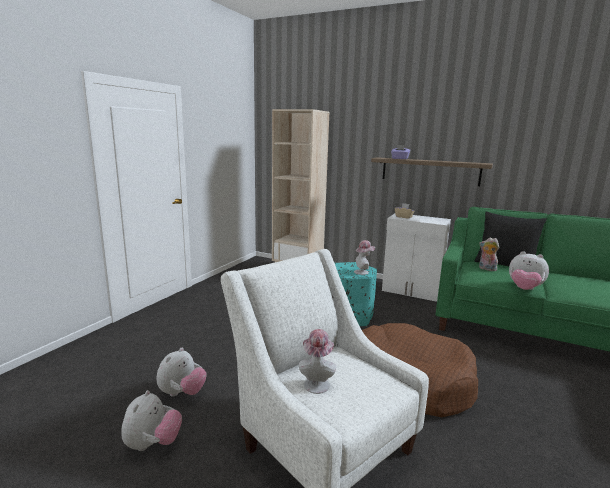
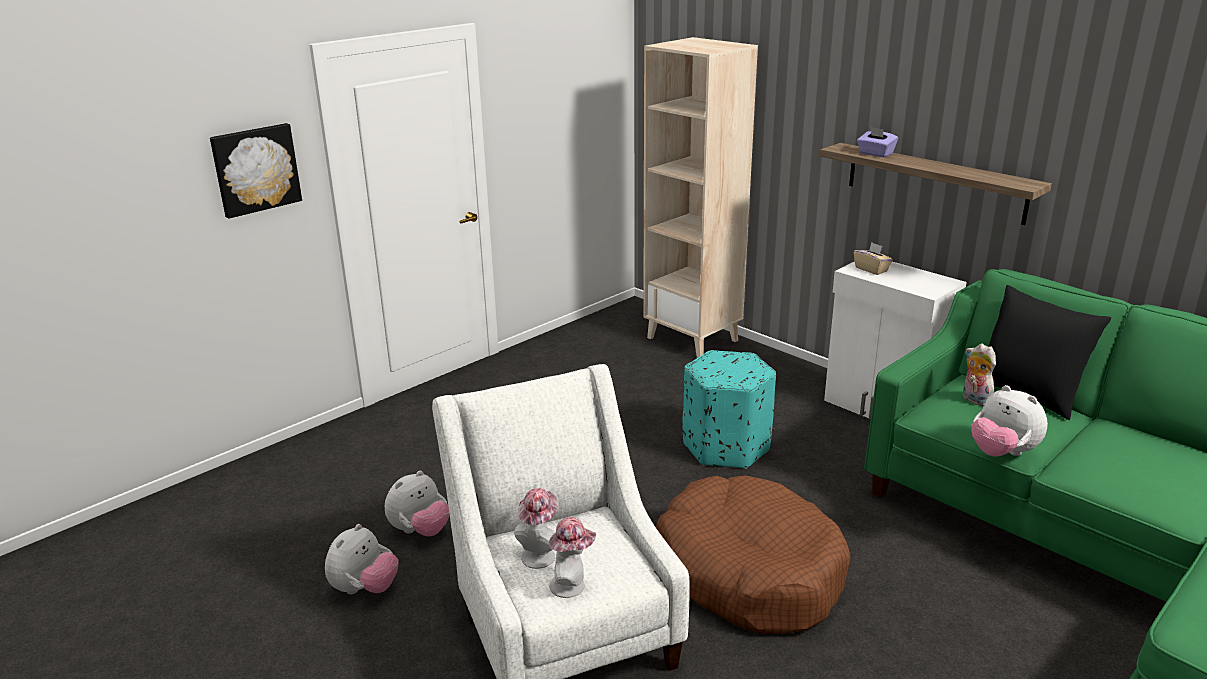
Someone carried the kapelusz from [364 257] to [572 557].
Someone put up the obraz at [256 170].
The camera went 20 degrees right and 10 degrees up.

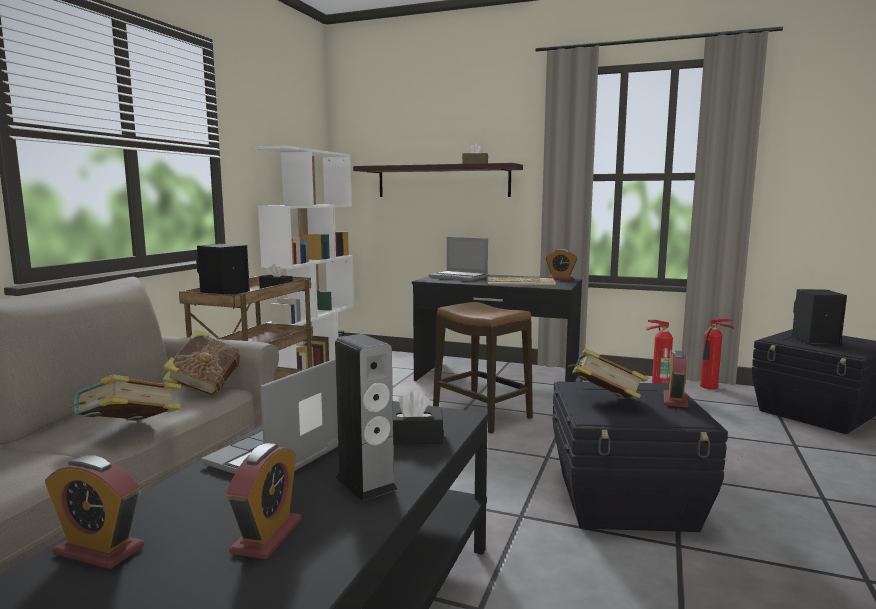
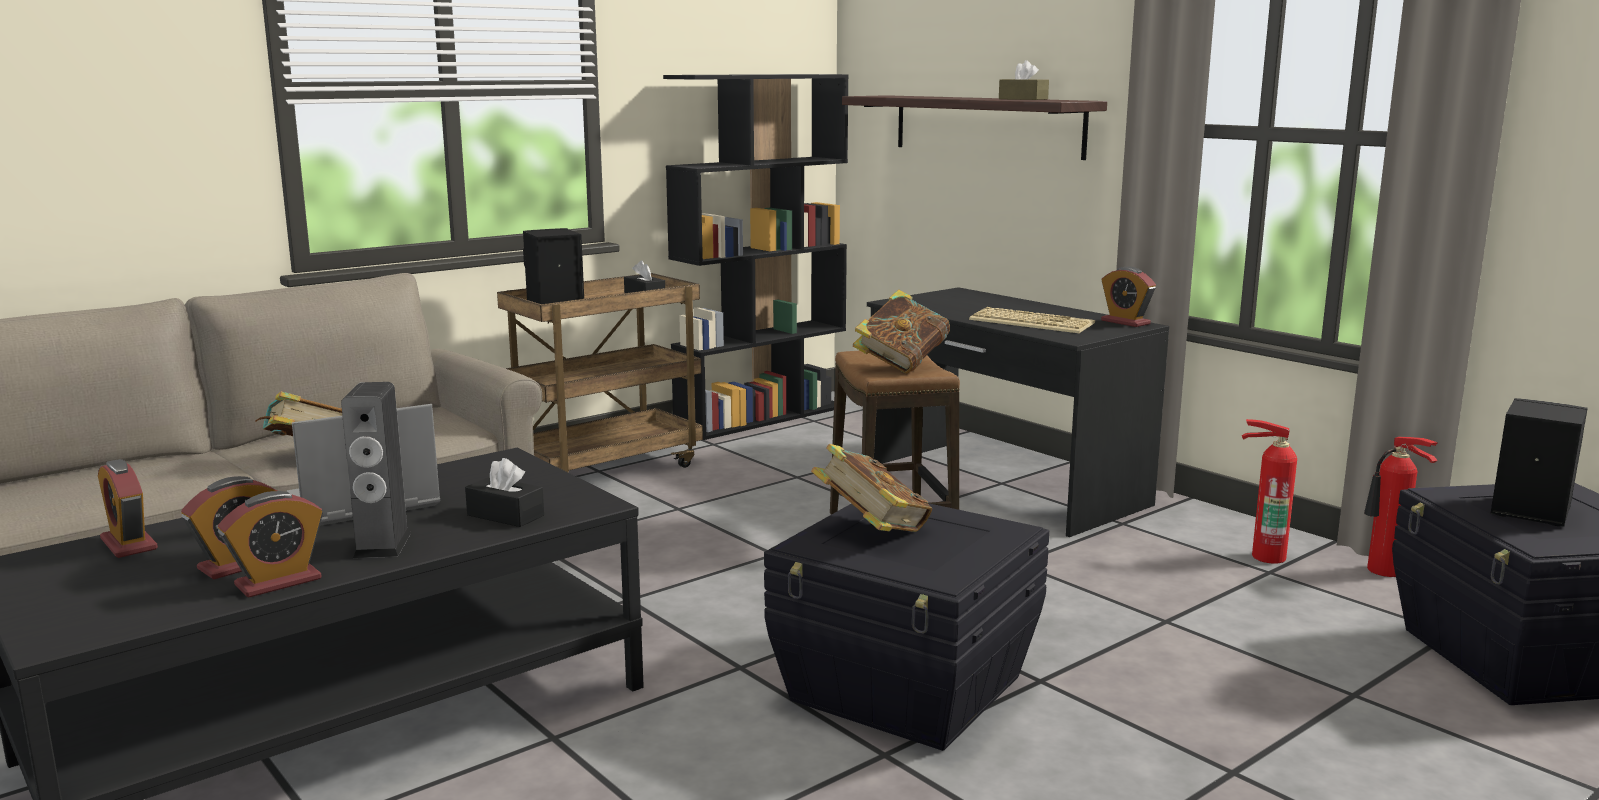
Someone carried the książka from [201 363] to [901 331].
Someone repainted the regał/biały at [304 257], which became the regał/czarny at [756 257].
Someone took away the laptop at [458 259].
Someone carried the budzik from [676 379] to [270 544].
The camera went 30 degrees right and 5 degrees up.

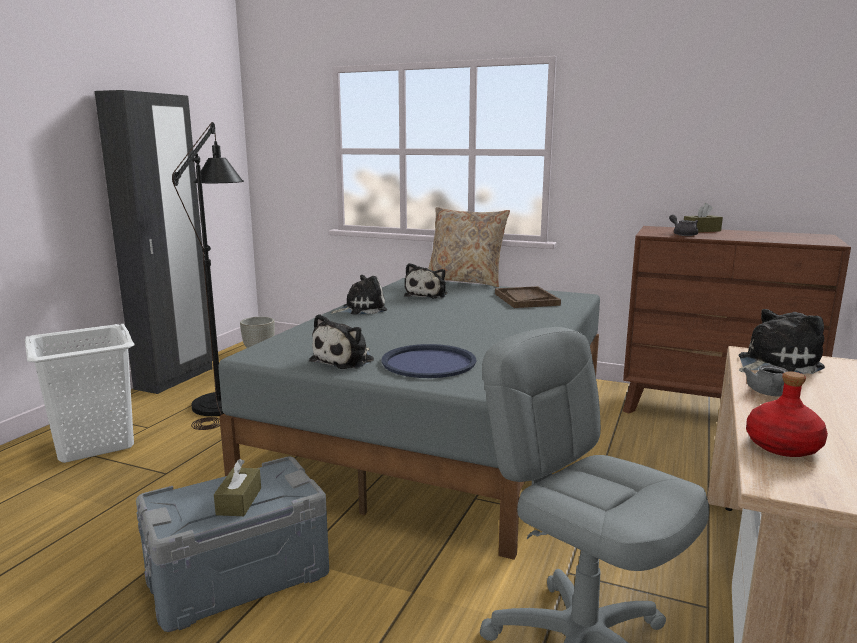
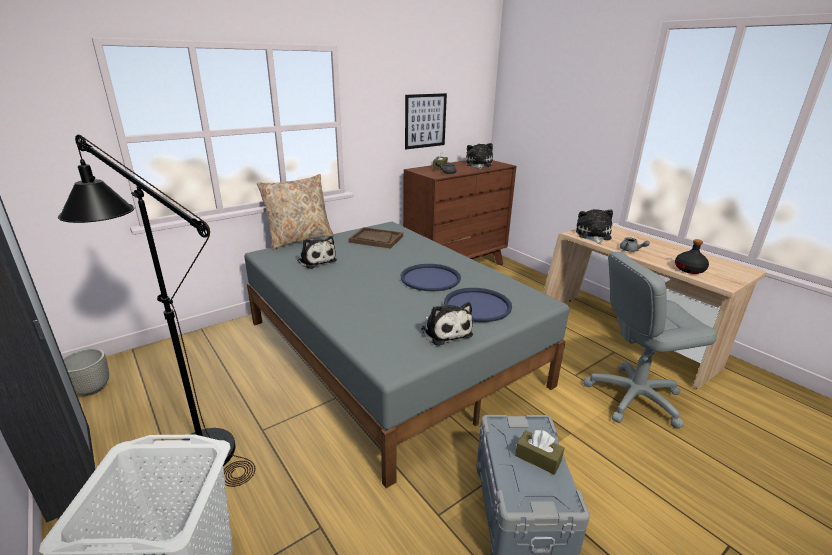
Someone carried the pluszak from [359 294] to [479 156].
Someone repainted the butelka/czerwony at [787 414], which became the butelka/czarny at [692 256].
Someone put down the taca/niebieski at [431 278].
Someone put up the obraz at [426 121].
The camera went 60 degrees left and 10 degrees up.

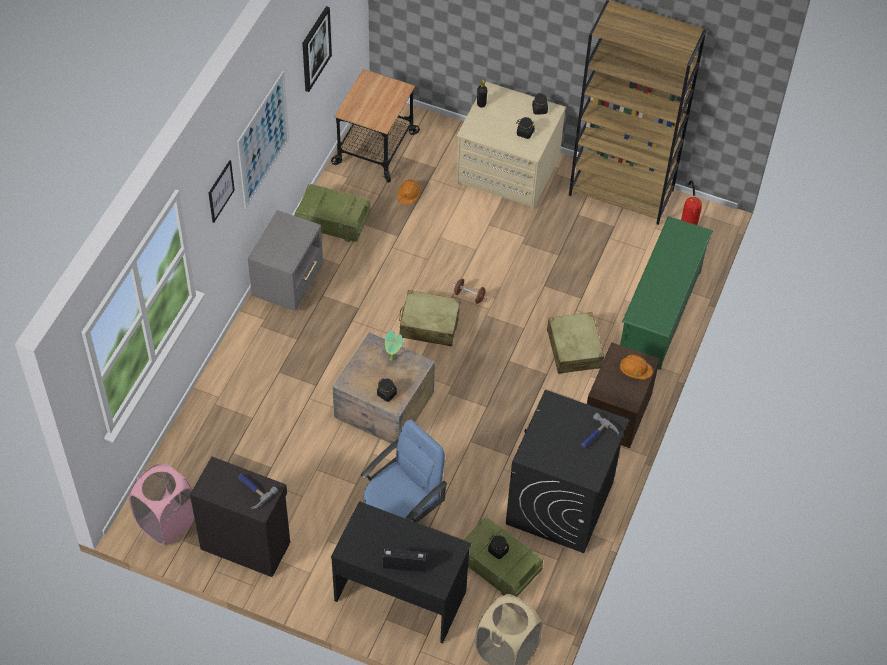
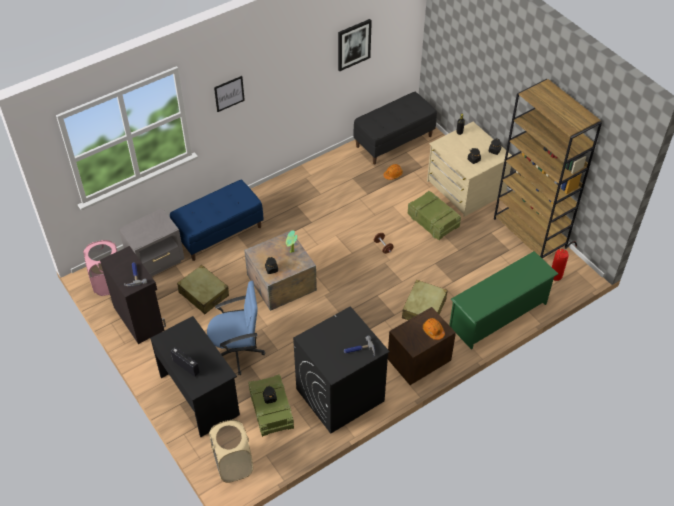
Someone took away the obraz at [263 140].
Someone carried the szafka nocna/szary from [285 260] to [152 242].
Someone carried the skrzynka from [332 213] to [434 215].
Someone swapped the wózek at [375 126] for the ławka/czarny at [395 128].
Someone carried the walizka/beżowy from [429 318] to [203 289].
Someone put down the ławka/niebieski at [217 220].
The camera went 35 degrees right and 5 degrees down.

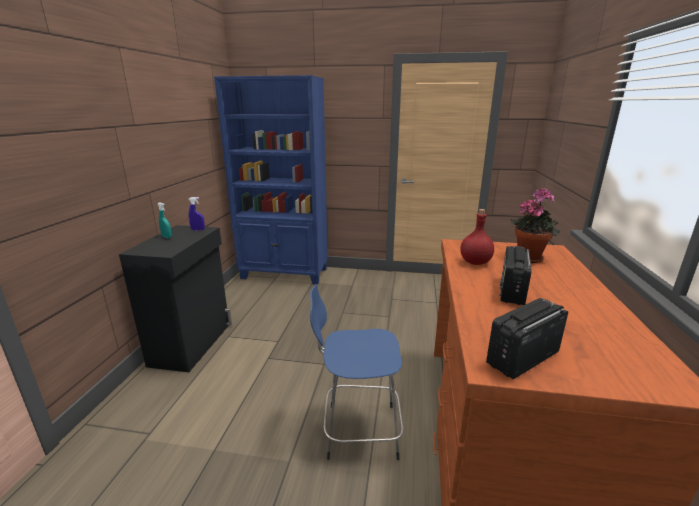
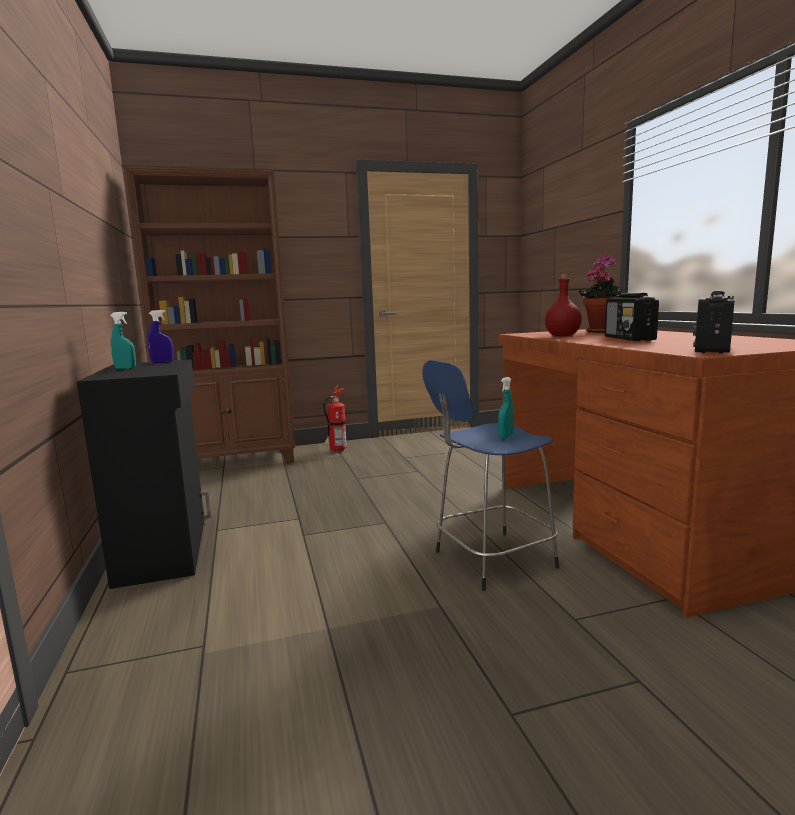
Someone repainted the regał/niebieski at [271 180], which became the regał/brązowy at [209 315].
Someone put down the gaśnica at [335 418].
Someone put down the spryskiwacz/turkusowy at [506 408].
The camera went 25 degrees left and 10 degrees down.

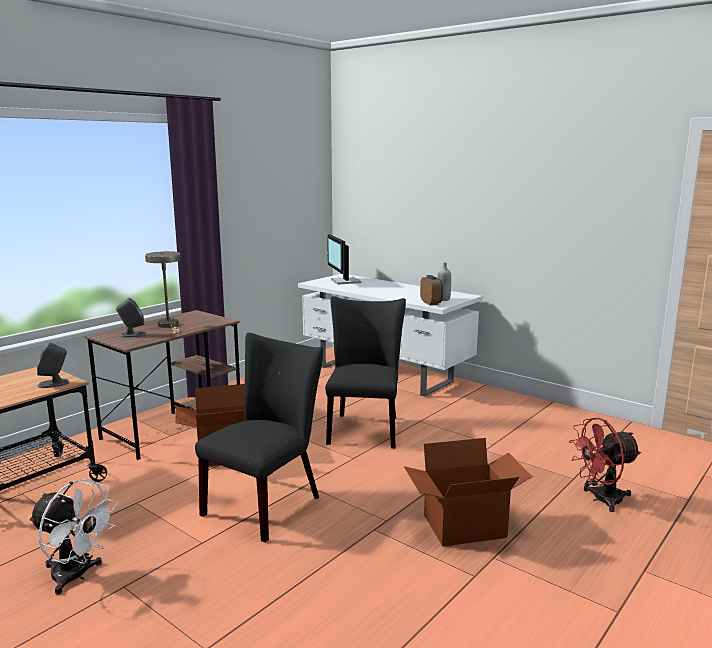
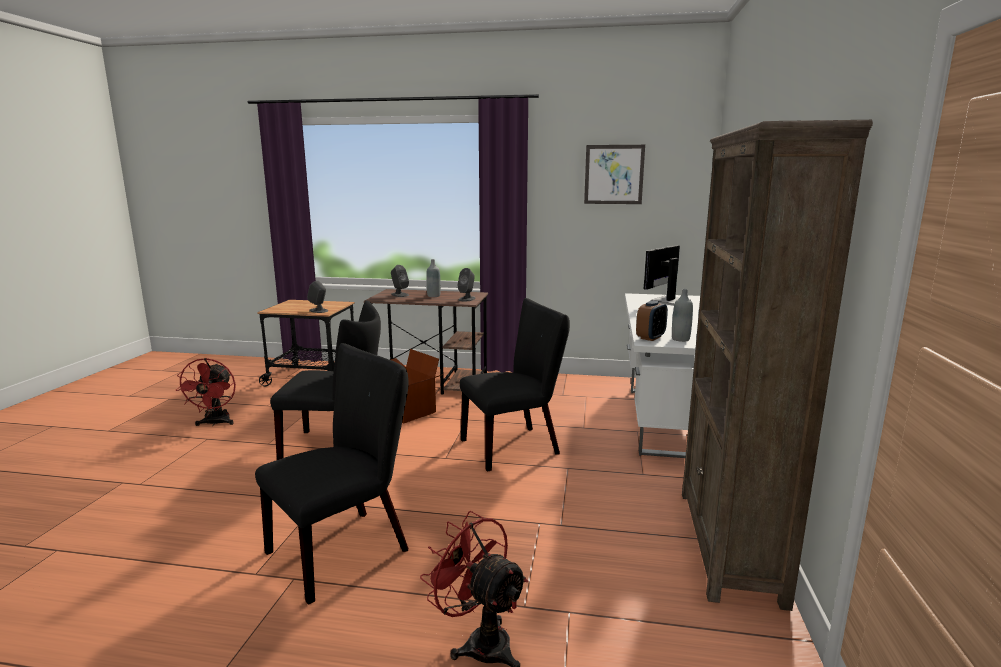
Someone repainted the wentylator/biały at [73 537], which became the wentylator/czerwony at [205 392].
Someone swapped the lampa stołowa/beżowy at [163 292] for the butelka/szary at [433 278].
Someone swapped the karton at [468 492] for the krzesło/czarny at [332 474].
Someone put down the głośnik/szary at [466 284].
Someone put up the obraz at [614 174].
Someone put down the regał/brązowy at [777 365].
The camera went 60 degrees right and 0 degrees up.

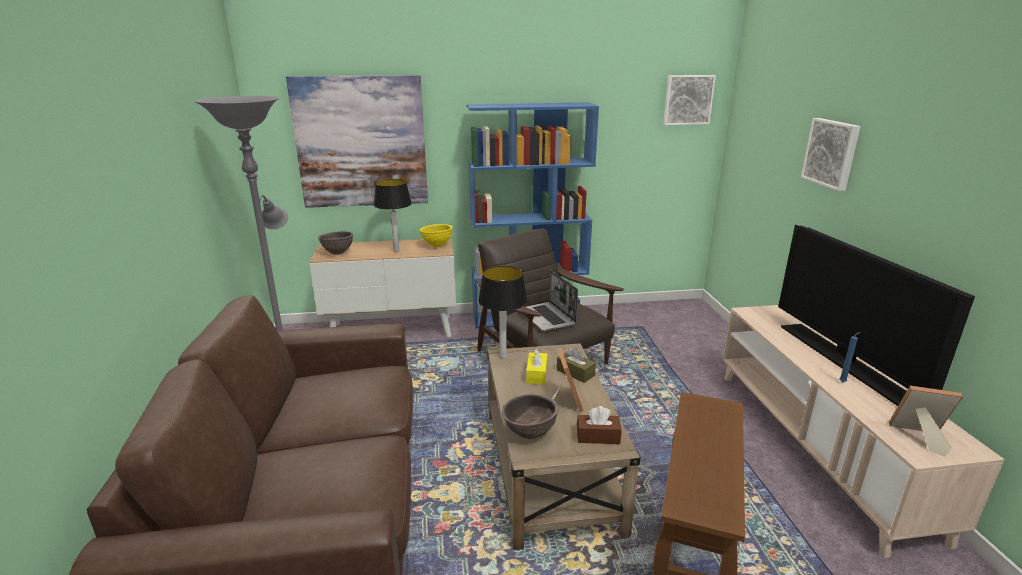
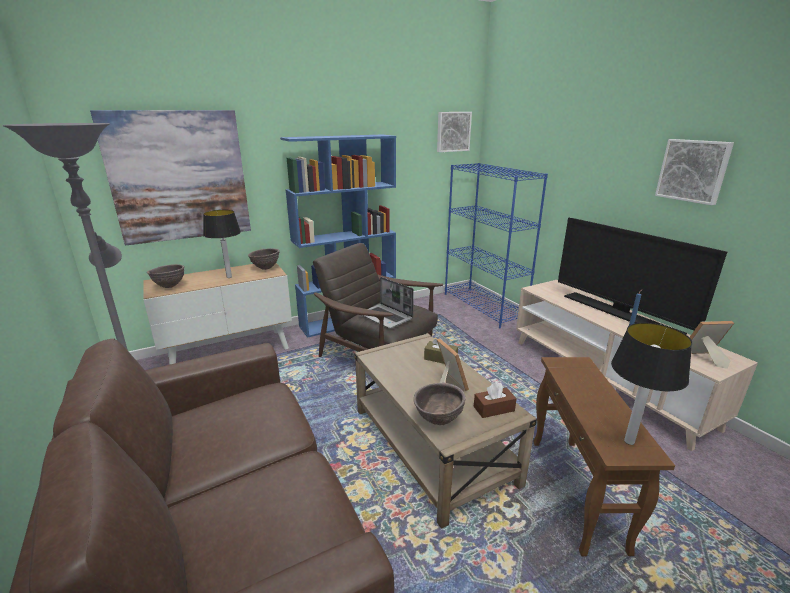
Someone repainted the miska/żółty at [436 235], which became the miska/brązowy at [264 259].
Someone carried the lampa stołowa from [503 312] to [651 384].
Someone took away the pudełko chusteczek/żółty at [536 366].
Someone carried the obraz from [831 154] to [694 172].
Someone put down the regał/niebieski at [496 245].
The camera went 20 degrees left and 0 degrees up.

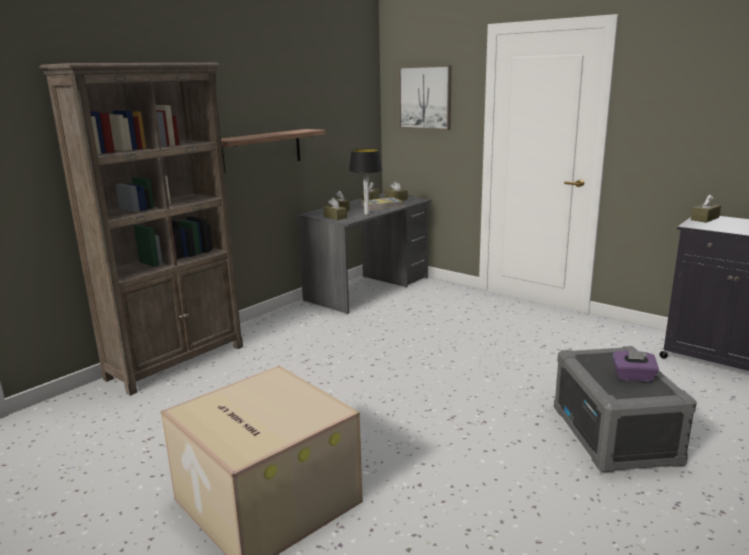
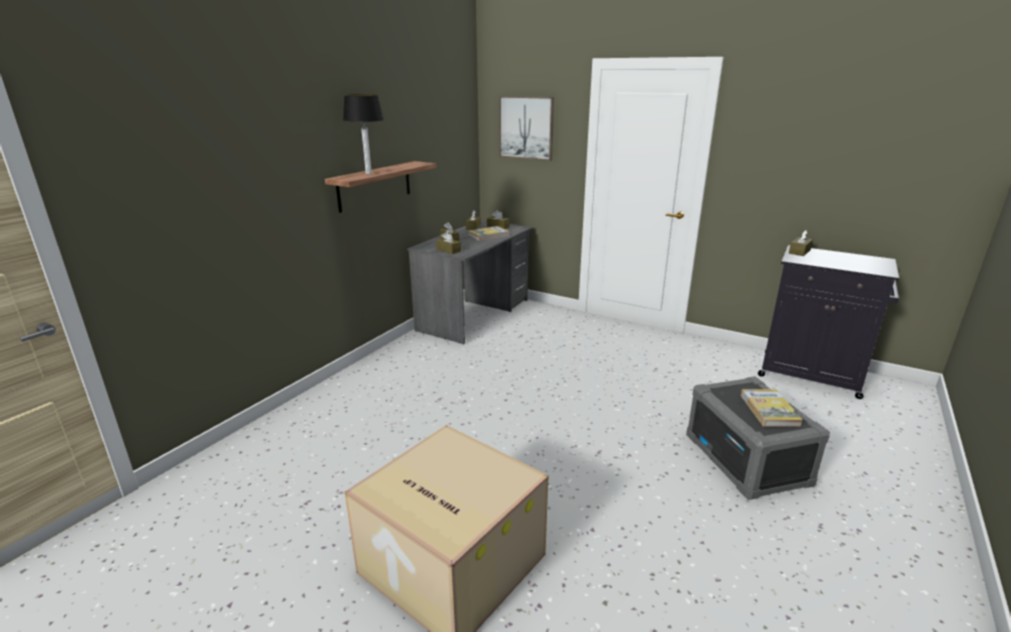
Someone took away the regał/brązowy at [141 229].
Someone carried the lampa stołowa from [366 182] to [363 134].
Someone swapped the pudełko chusteczek/fioletowy at [636 366] for the książka at [772 408].
The camera went 10 degrees left and 5 degrees up.

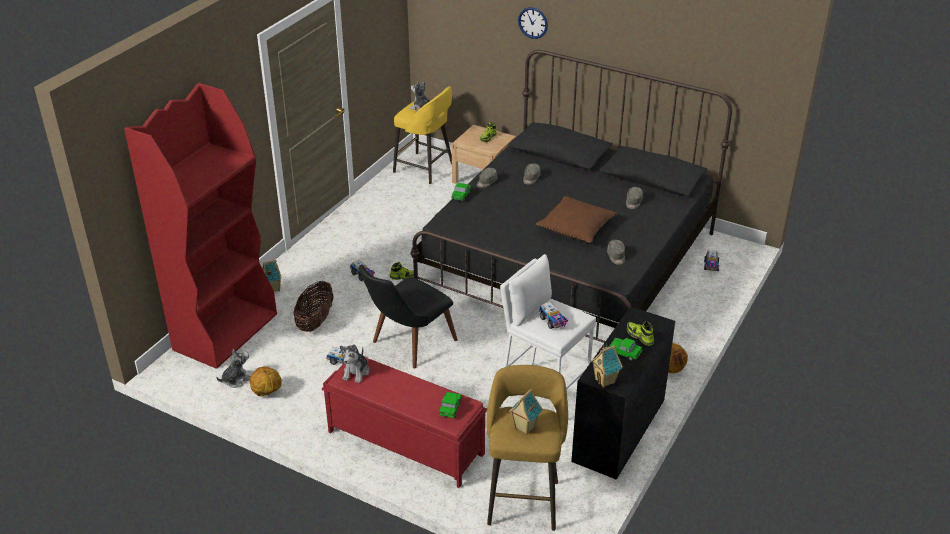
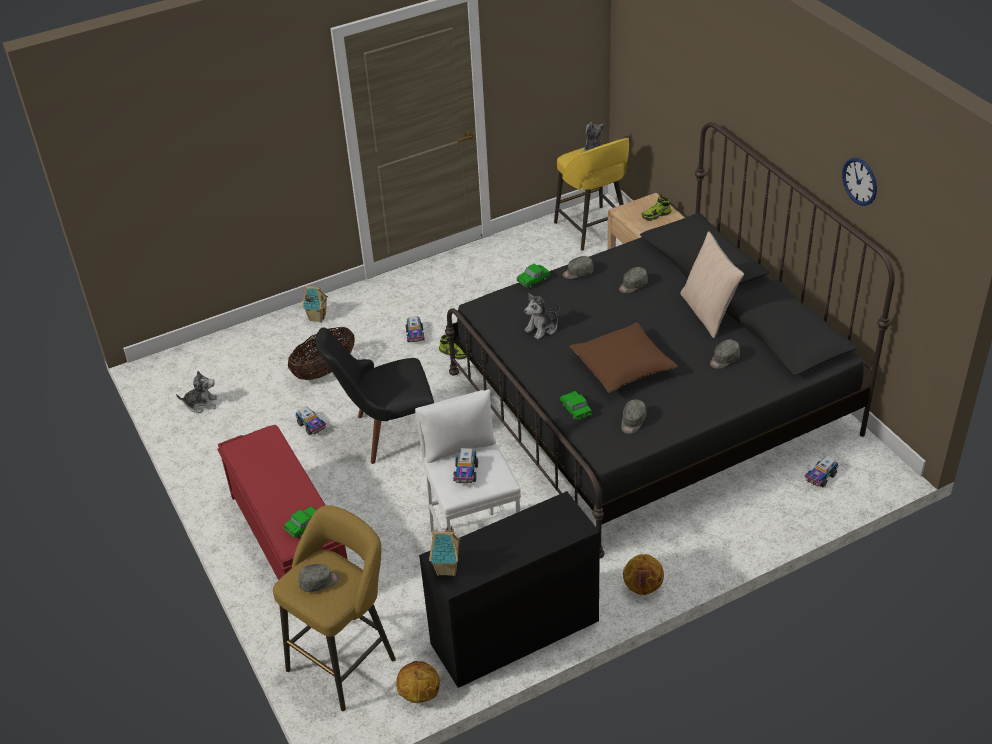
Someone took away the regał/czerwony at [200 226].
Someone carried the piłka do koszykówki from [266 381] to [418 682].
Someone carried the pluszak from [354 363] to [542 316].
Someone swapped the domek at [526 411] for the czapka z daszkiem/szary at [319 578].
Someone carried the zegar ścienny from [533 23] to [859 182].
Someone carried the samochodzik from [626 349] to [576 405].
Someone took away the but at [640 333].
Someone put down the poduszka/beżowy at [712 285].
The camera went 35 degrees right and 5 degrees up.

